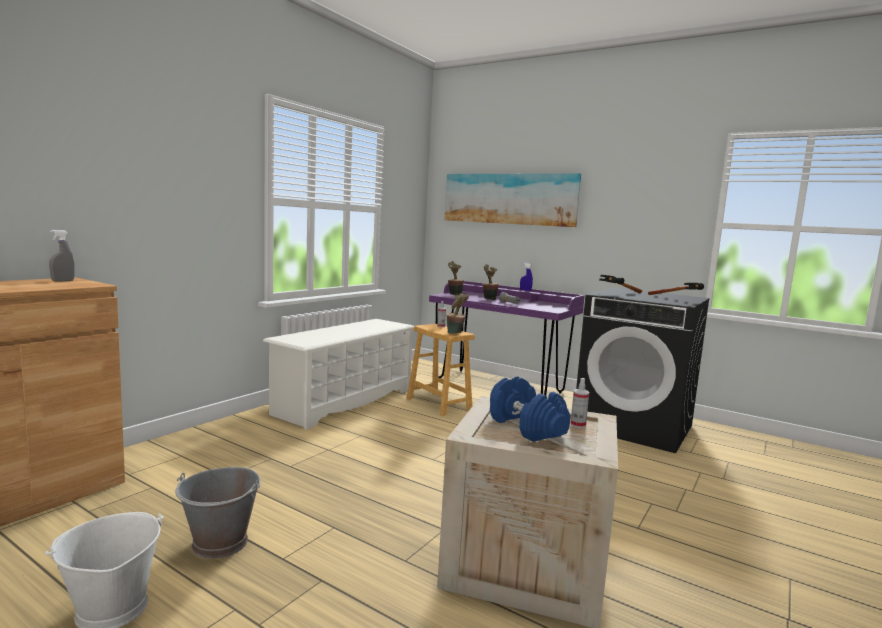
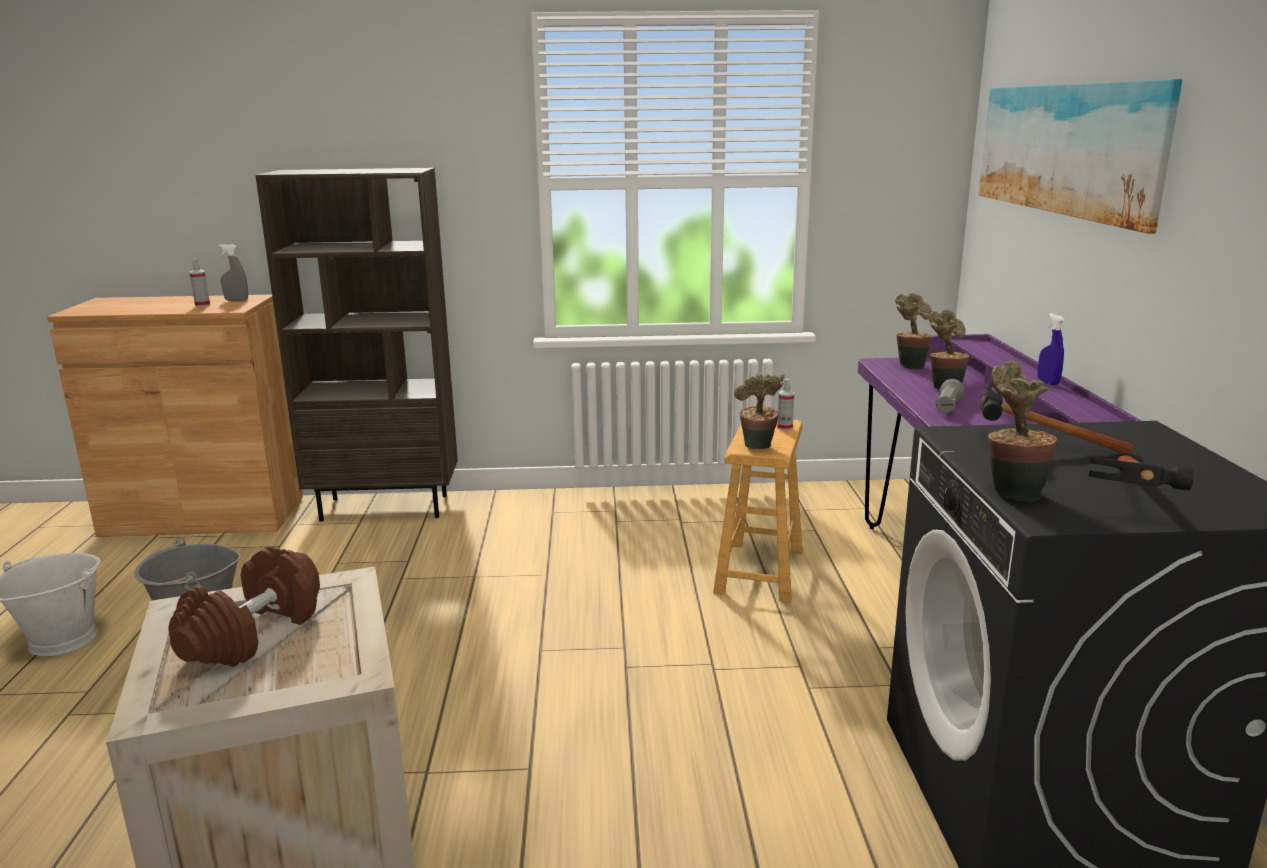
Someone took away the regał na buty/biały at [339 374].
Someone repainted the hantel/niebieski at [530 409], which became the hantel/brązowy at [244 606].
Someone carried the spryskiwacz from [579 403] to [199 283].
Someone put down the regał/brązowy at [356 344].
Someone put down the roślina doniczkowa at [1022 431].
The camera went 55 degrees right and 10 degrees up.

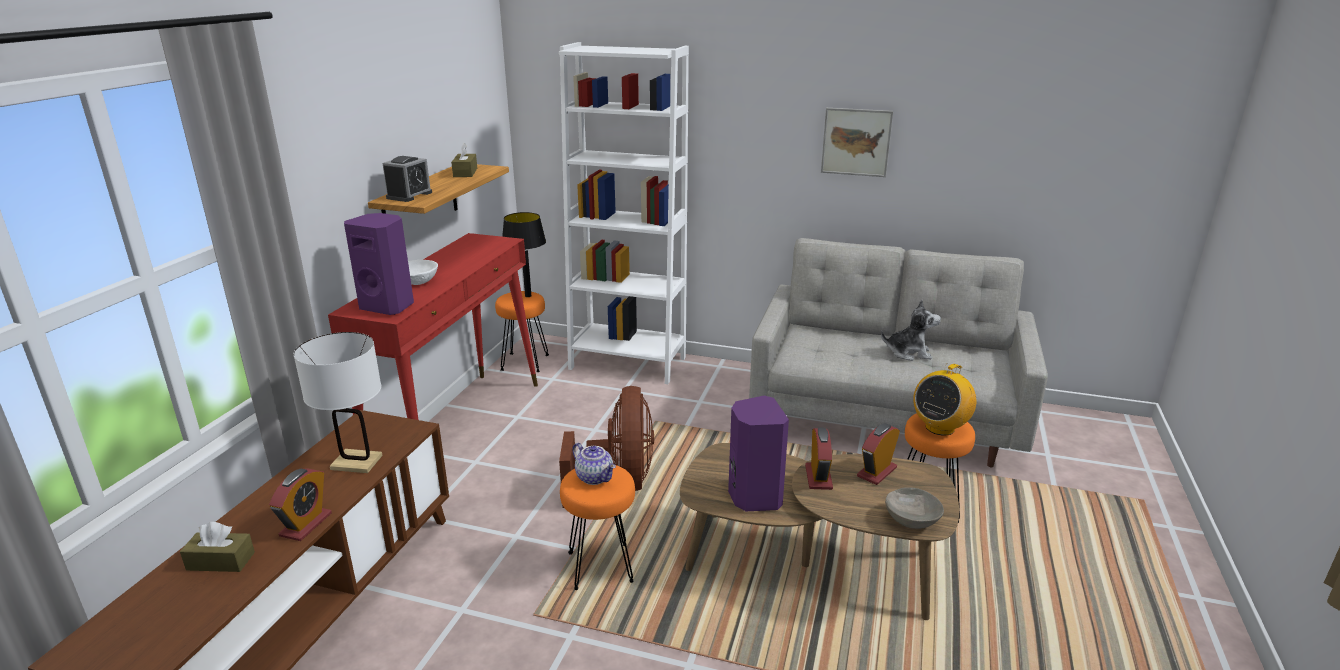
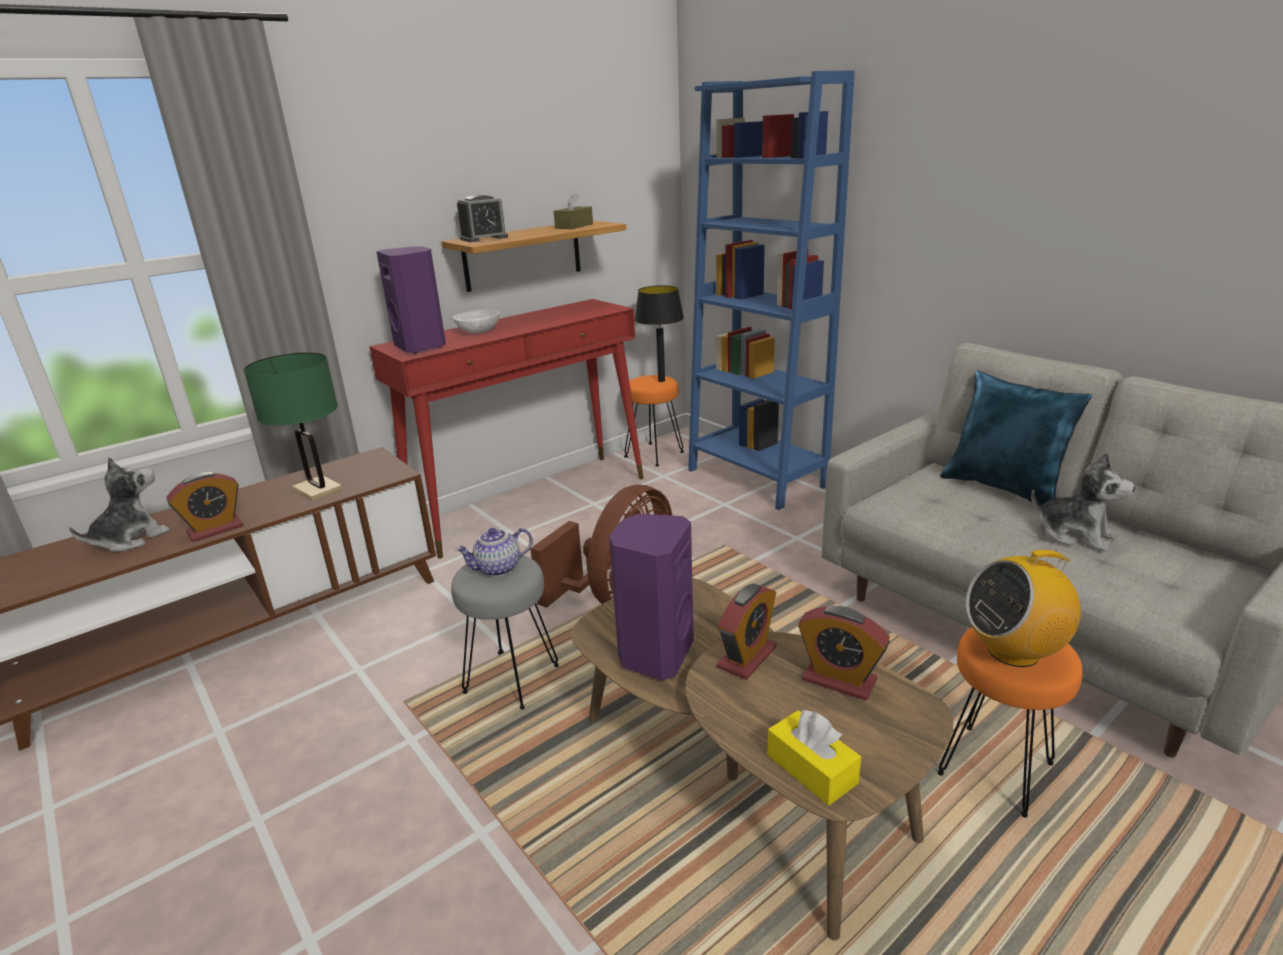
Someone swapped the pudełko chusteczek/brązowy at [217 547] for the pluszak at [119 504].
Someone repainted the lampa stołowa/biały at [338 402], which became the lampa stołowa/zielony at [293 427].
Someone repainted the regał/biały at [624 213], which became the regał/niebieski at [771 290].
Someone repainted the stołek/pomarańczowy at [597 527], which became the stołek/szary at [505 632].
Someone rotated the imbryk at [594 464] by 75 degrees clockwise.
Someone took away the obraz at [857 142].
Someone rotated the budzik at [878 454] by 135 degrees counterclockwise.
Someone swapped the miska/szary at [914 508] for the pudełko chusteczek/żółty at [814 757].
Someone put down the poduszka/niebieski at [1016 438].
The camera went 35 degrees right and 0 degrees up.

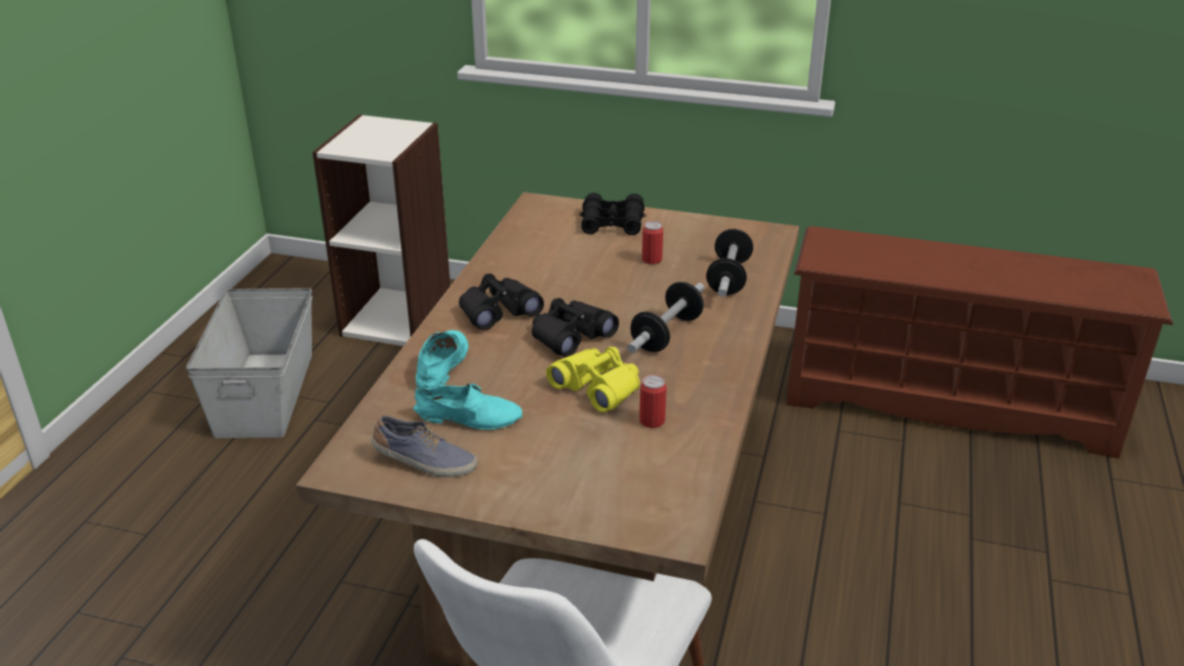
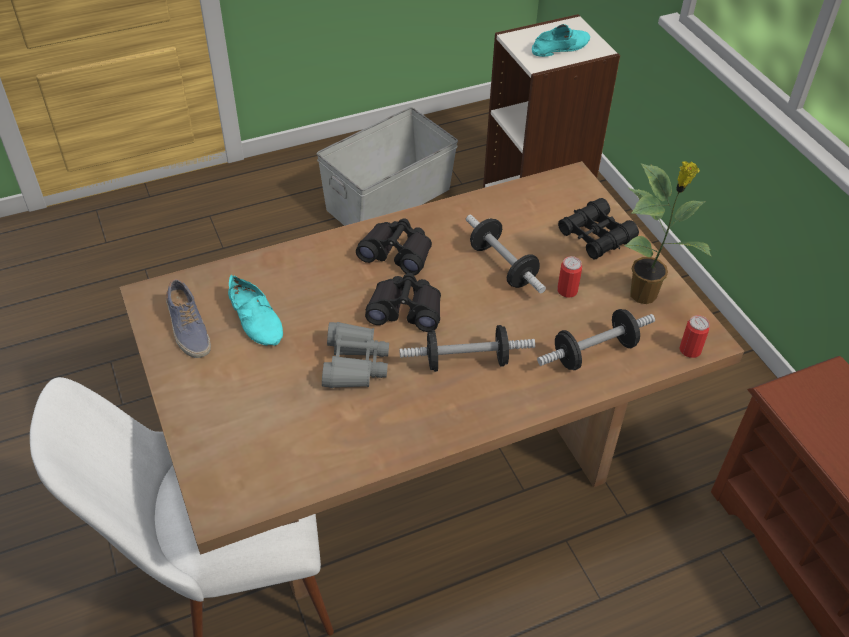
Someone carried the but/turkusowy from [442 359] to [561 40].
Someone repainted the lornetka/żółty at [593 379], which became the lornetka/szary at [355 355].
Someone carried the puszka from [653 401] to [695 336].
Someone put down the hantel at [506 254].
Someone put down the roślina doniczkowa at [668 232].
The camera went 50 degrees right and 15 degrees up.

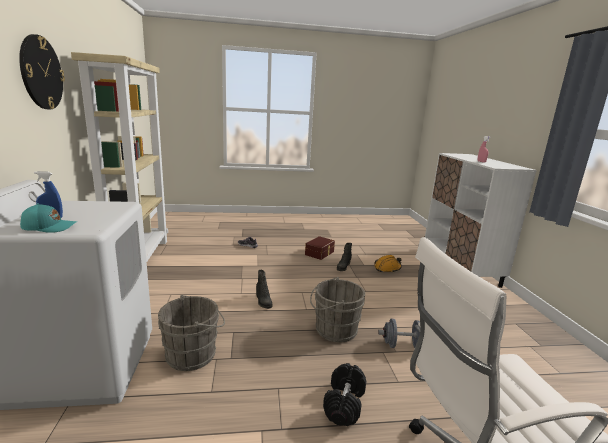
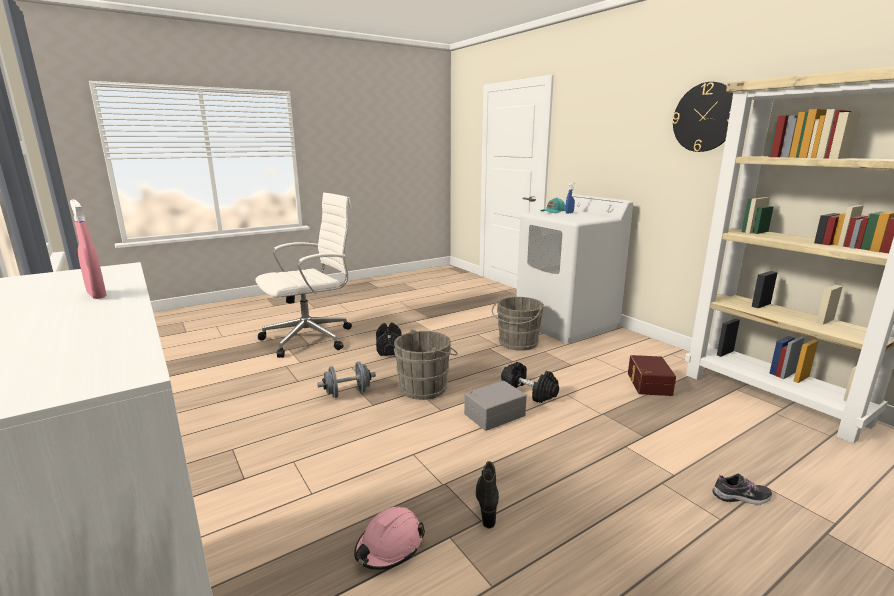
Someone swapped the but z cholewką/czarny at [264 289] for the hantel/czarny at [530 382].
Someone carried the pojemnik do przechowywania/brązowy from [320 248] to [652 375].
Someone repainted the kask/pomarańczowy at [388 264], which became the kask/różowy at [389 538].
Someone put down the pojemnik do przechowywania/szary at [495 406].
The camera went 155 degrees right and 0 degrees up.

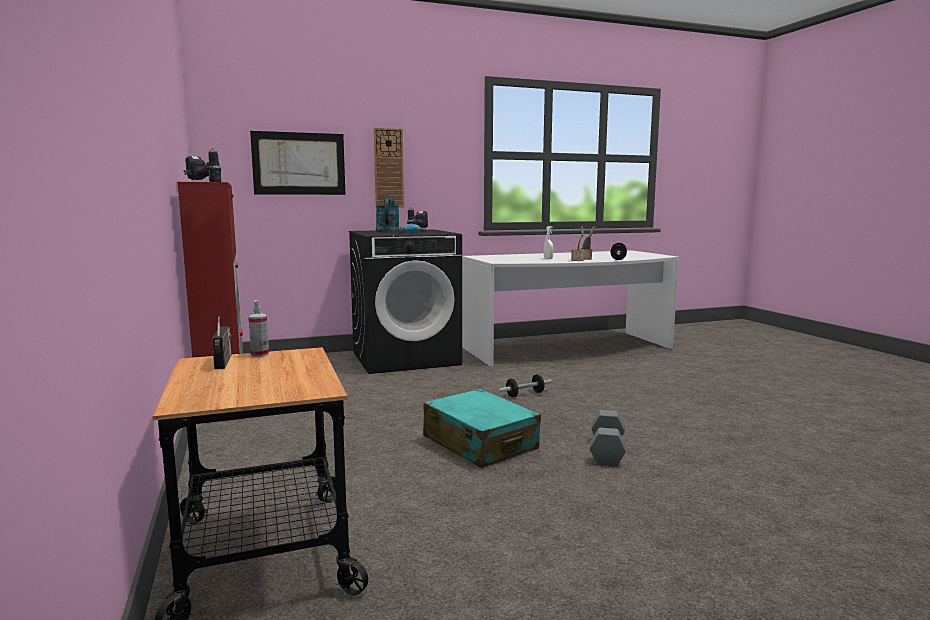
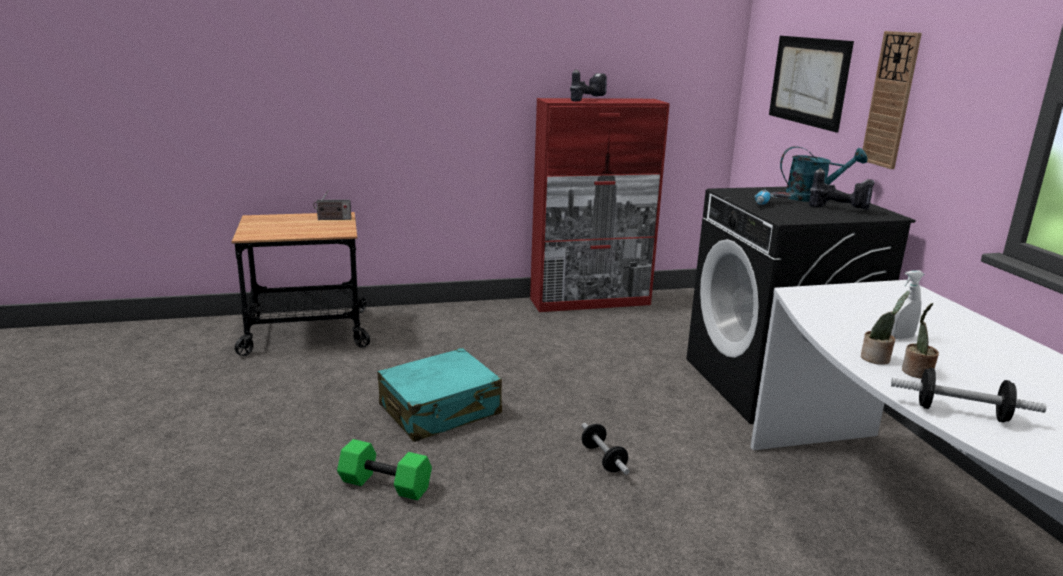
Someone took away the spryskiwacz at [258 328].
Someone repainted the hantel/szary at [608 438], which became the hantel/zielony at [384 469].
The camera went 95 degrees right and 10 degrees up.

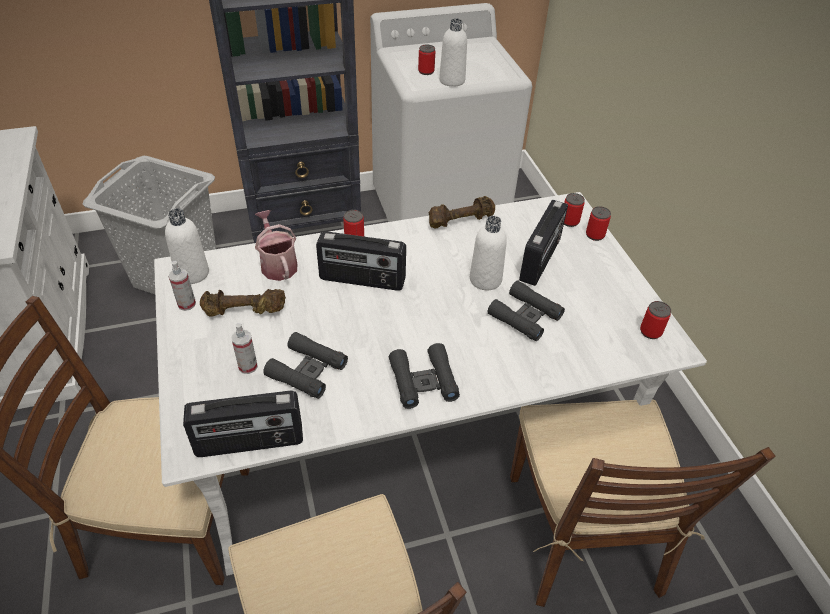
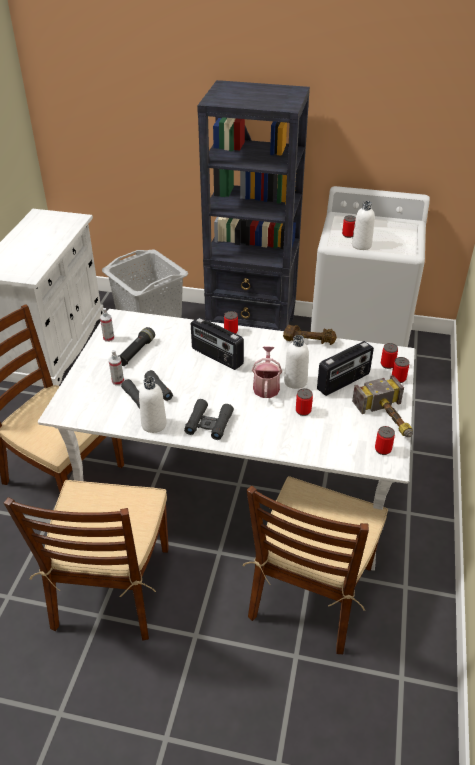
Someone carried the butelka/biały from [187 246] to [153 405].
Someone took away the radio at [243 424].
Someone swapped the hantel/brązowy at [243 303] for the latarka/czarny at [136 346].
Someone carried the konewka from [276 245] to [267 372].
Someone swapped the lornetka/czarny at [526 310] for the puszka at [304 402].
Someone put down the młotek at [382 406].
The camera went 30 degrees right and 5 degrees down.

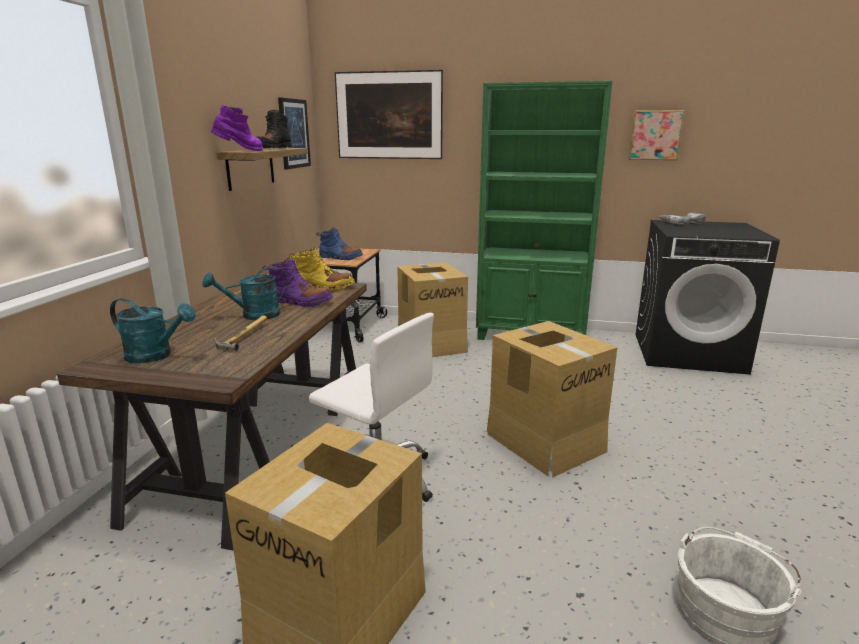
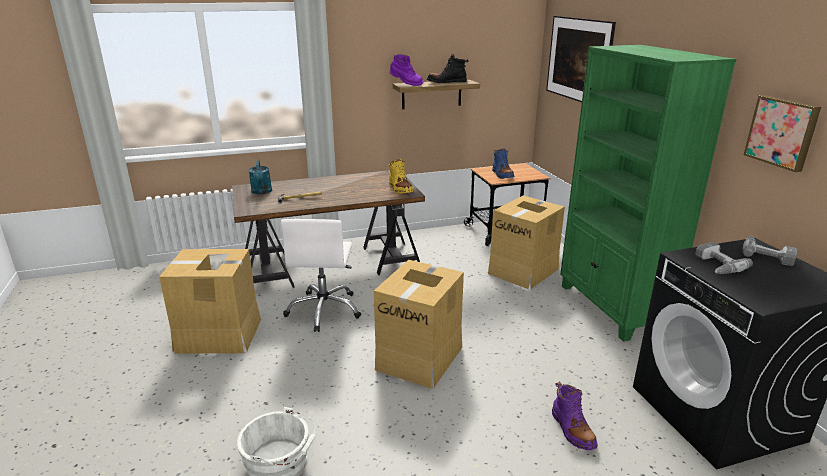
Someone took away the konewka/turkusowy at [244 293].
Someone carried the but z cholewką/fioletowy from [297 282] to [575 416].
Someone took away the obraz at [294 133].
Someone put down the wiertarka at [724 258].
The camera went 60 degrees right and 5 degrees up.

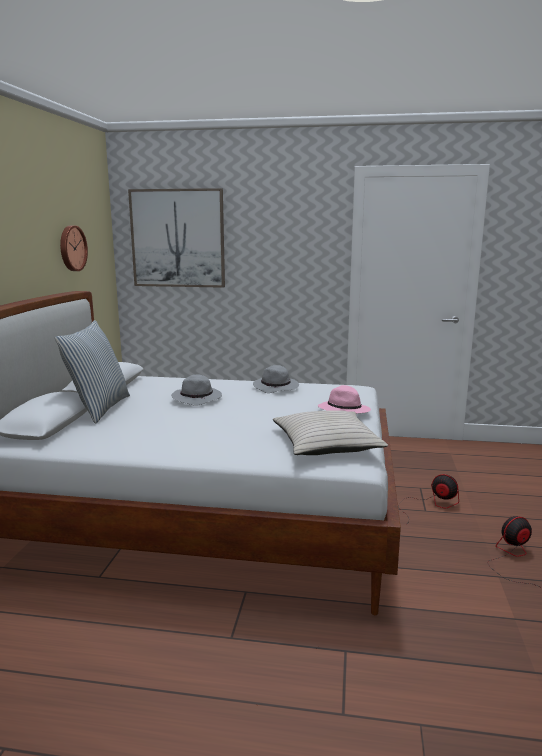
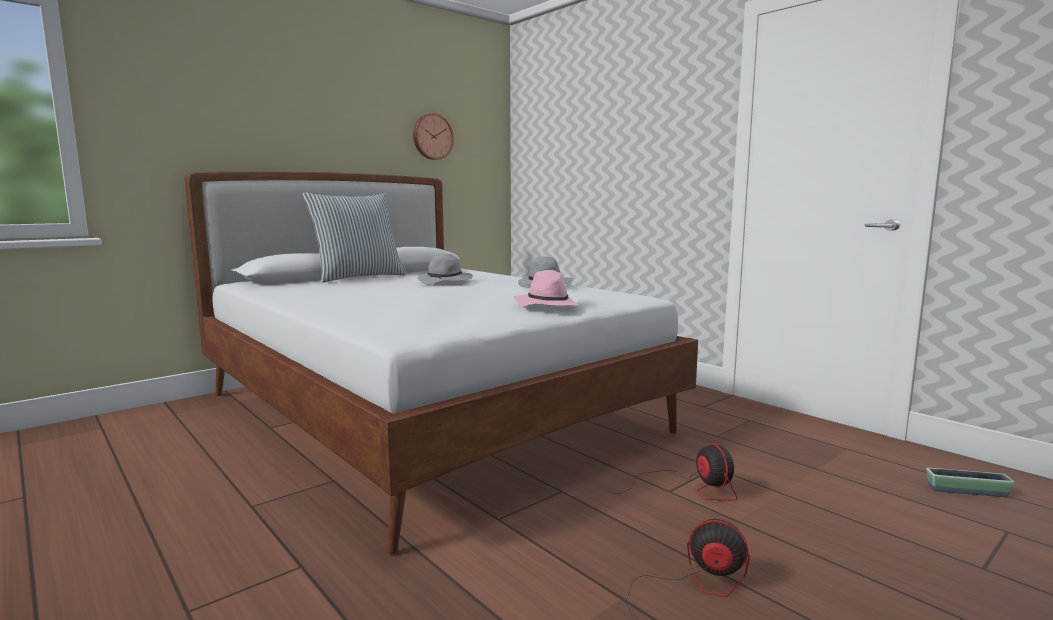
Someone took away the obraz at [176 238].
Someone took away the poduszka/beżowy at [330 432].
Someone put down the donica at [970 482].
The camera went 40 degrees right and 5 degrees down.

